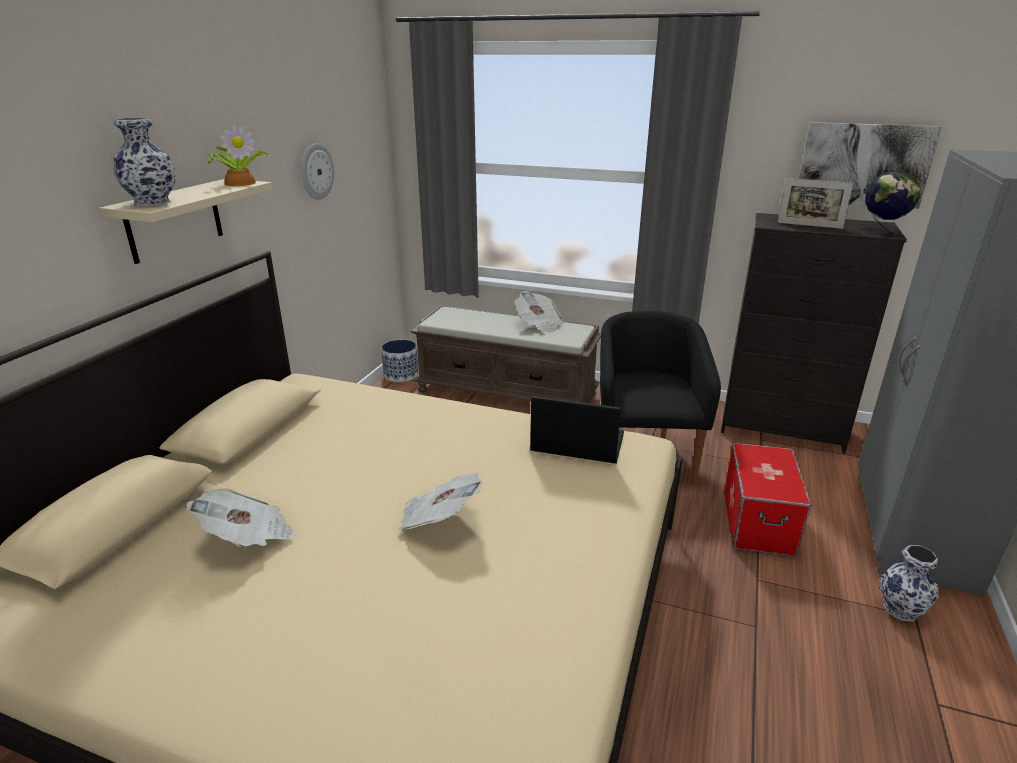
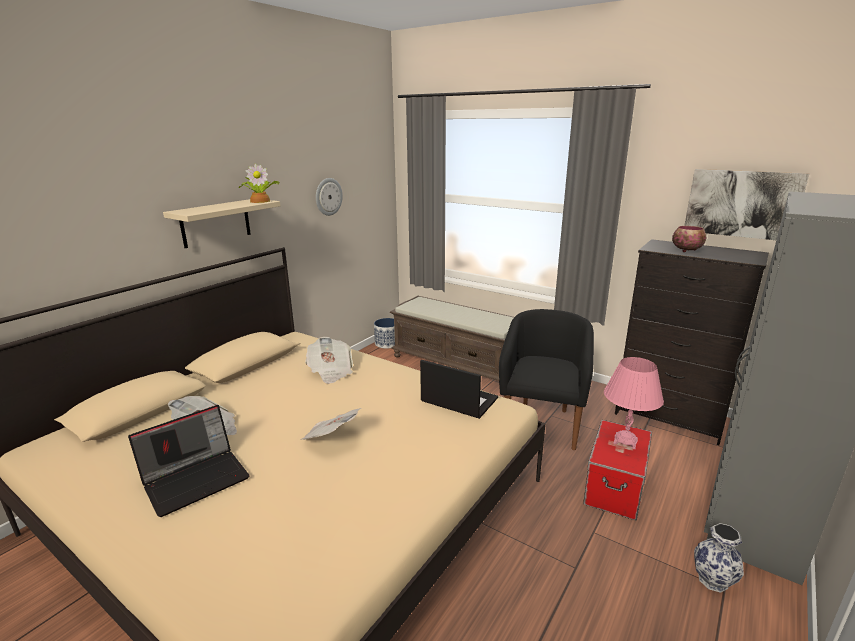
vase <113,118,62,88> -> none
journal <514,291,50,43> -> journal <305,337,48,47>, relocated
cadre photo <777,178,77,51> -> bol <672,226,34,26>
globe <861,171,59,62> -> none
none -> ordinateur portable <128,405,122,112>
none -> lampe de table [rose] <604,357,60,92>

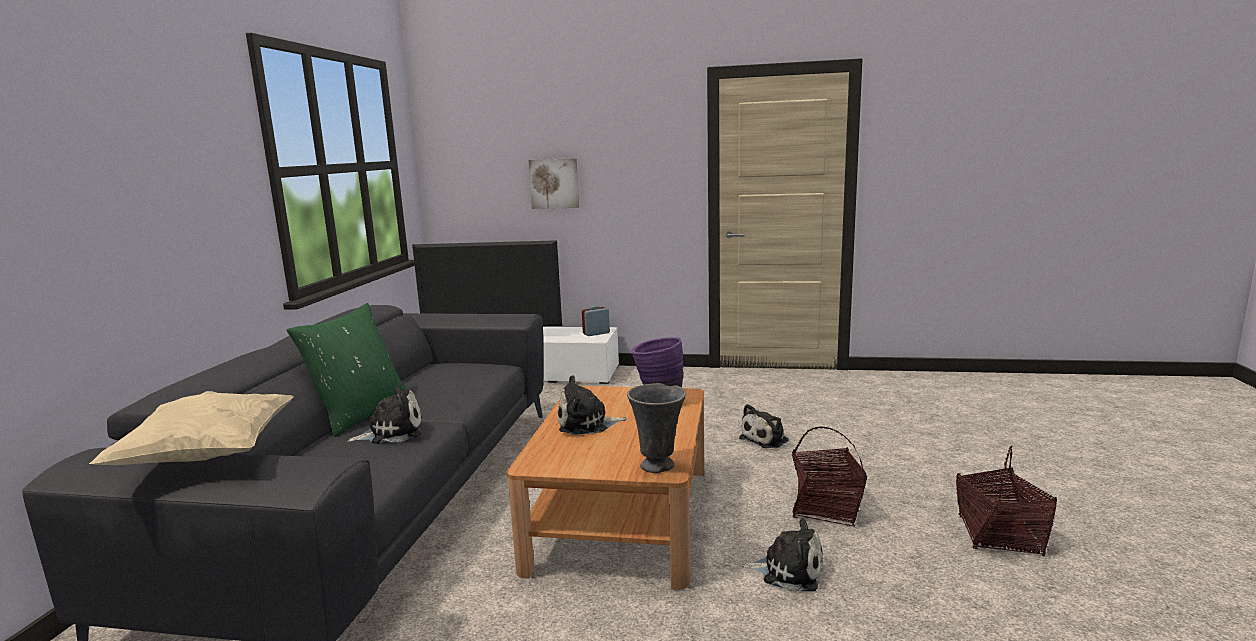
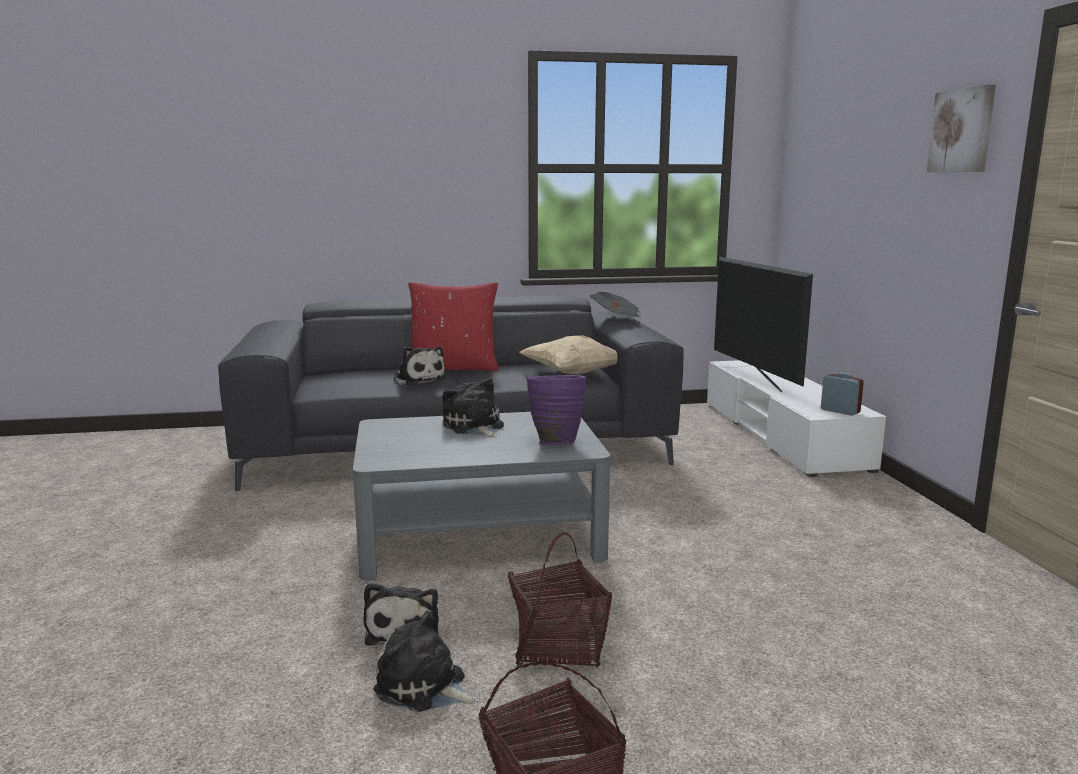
coussin [beige] <89,391,204,74> -> coussin [beige] <520,335,98,40>, relocated
coussin [vert] <287,303,119,134> -> coussin [rouge] <408,282,90,89>
table basse [marron] <507,386,198,204> -> table basse [gris] <353,412,258,169>
tableau <529,158,50,51> -> tableau <927,84,69,88>, relocated
vase [gris] <627,383,59,90> -> none
peluche <739,404,50,44> -> peluche <373,610,106,102>, relocated
none -> journal <590,292,51,25>

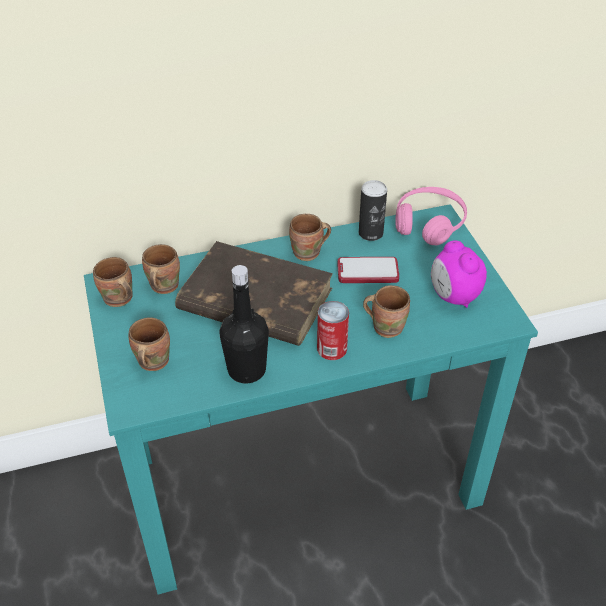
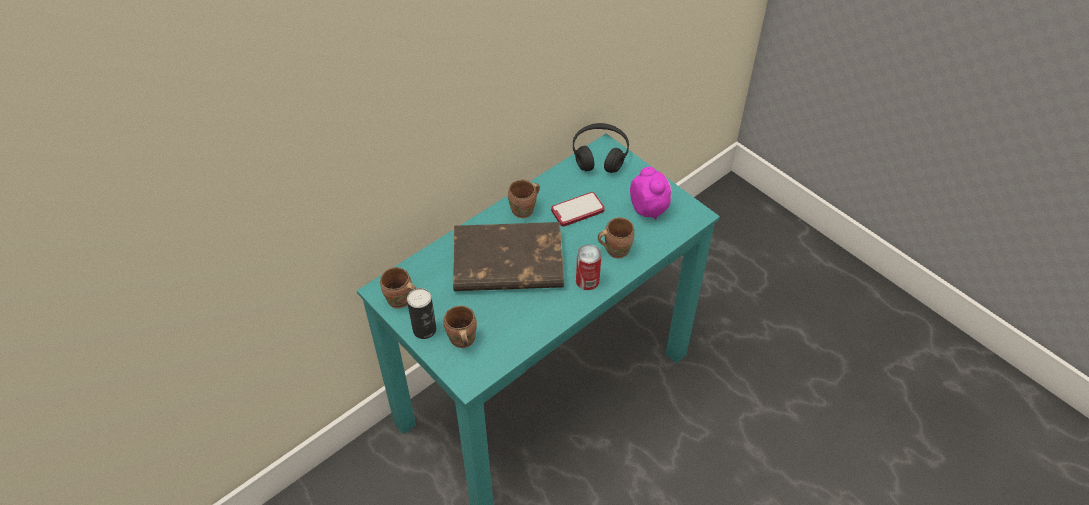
mug [marron] <142,244,38,50> -> none
bouteille [noir] <219,265,50,119> -> none
boîte métallique <359,180,28,61> -> boîte métallique <407,288,29,51>, relocated
casque audio [rose] <395,187,72,58> -> casque audio [noir] <573,123,56,50>
réveil <431,240,56,68> -> réveil <630,167,42,53>, 150 degrees counterclockwise

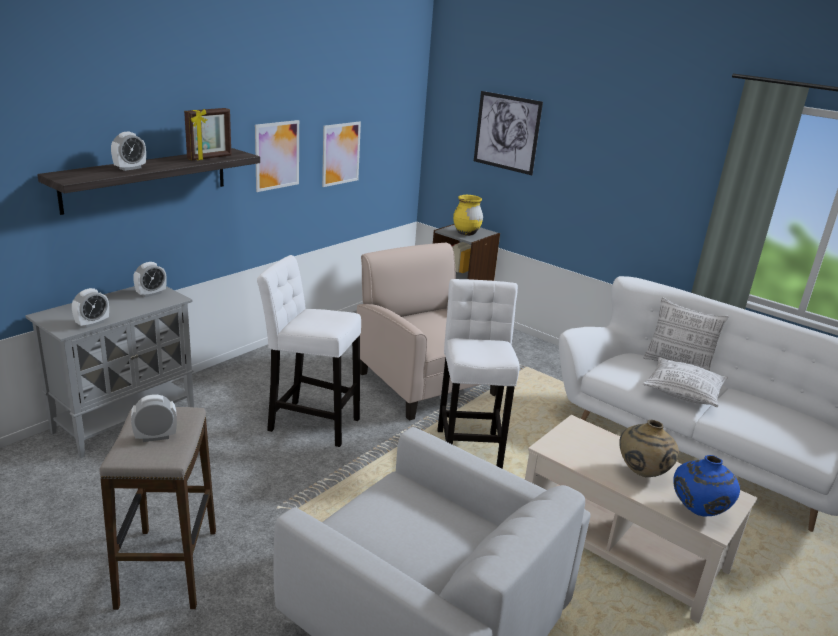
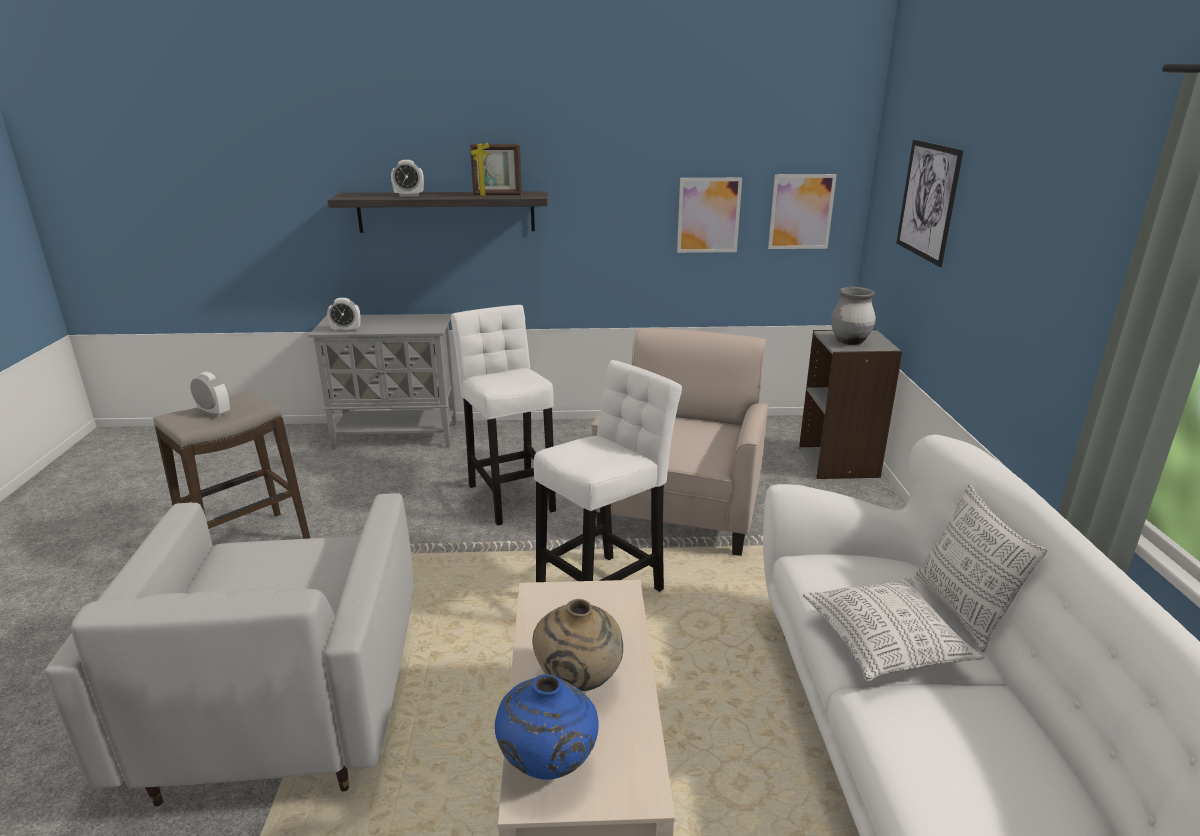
réveil <133,262,34,35> -> none
tableau <255,120,44,72> -> tableau <768,174,69,75>, relocated
vase [jaune] <453,195,30,41> -> vase [gris] <831,287,45,58>

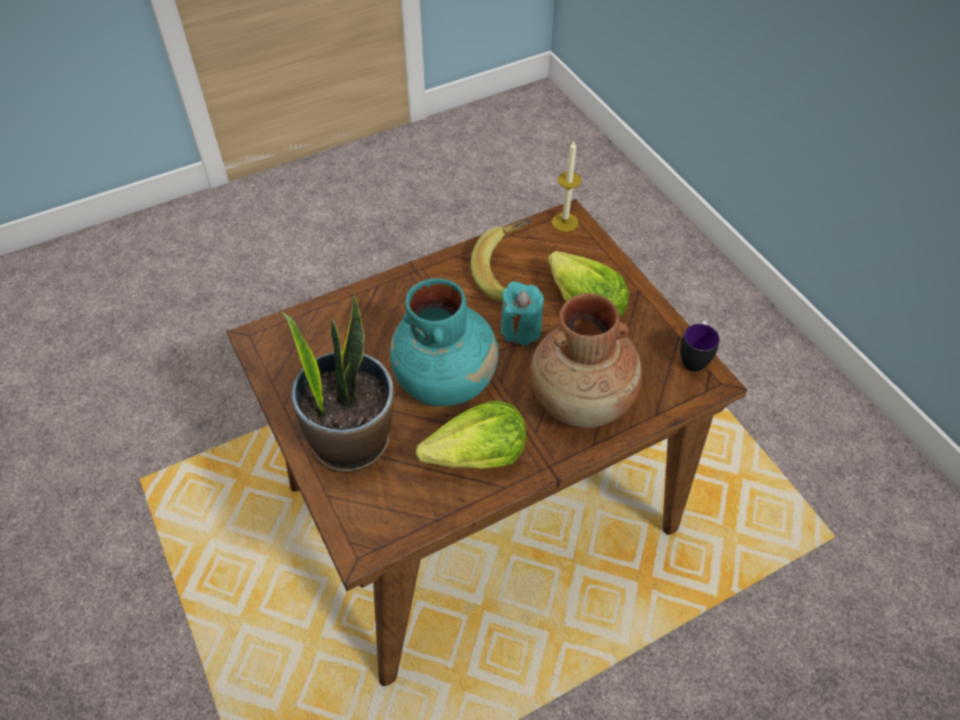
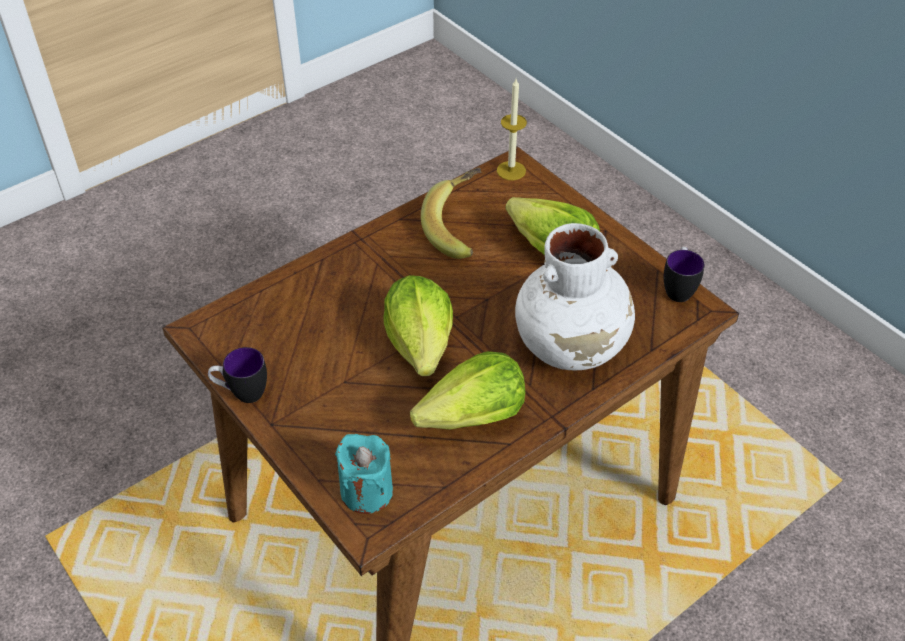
plante en pot <281,295,112,178> -> none
vase [turquoise] <390,278,108,128> -> laitue <383,275,70,101>
bougie [turquoise] <501,282,43,64> -> bougie [turquoise] <335,434,58,80>, relocated
vase [marron] <530,293,112,135> -> vase [blanc] <515,223,120,147>
none -> mug <208,347,59,56>

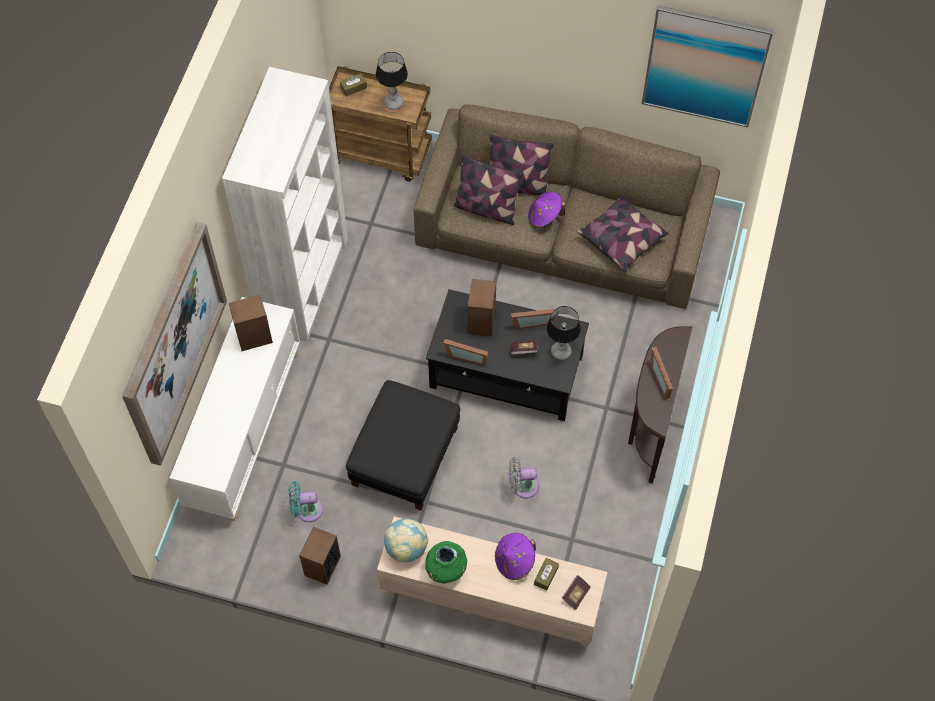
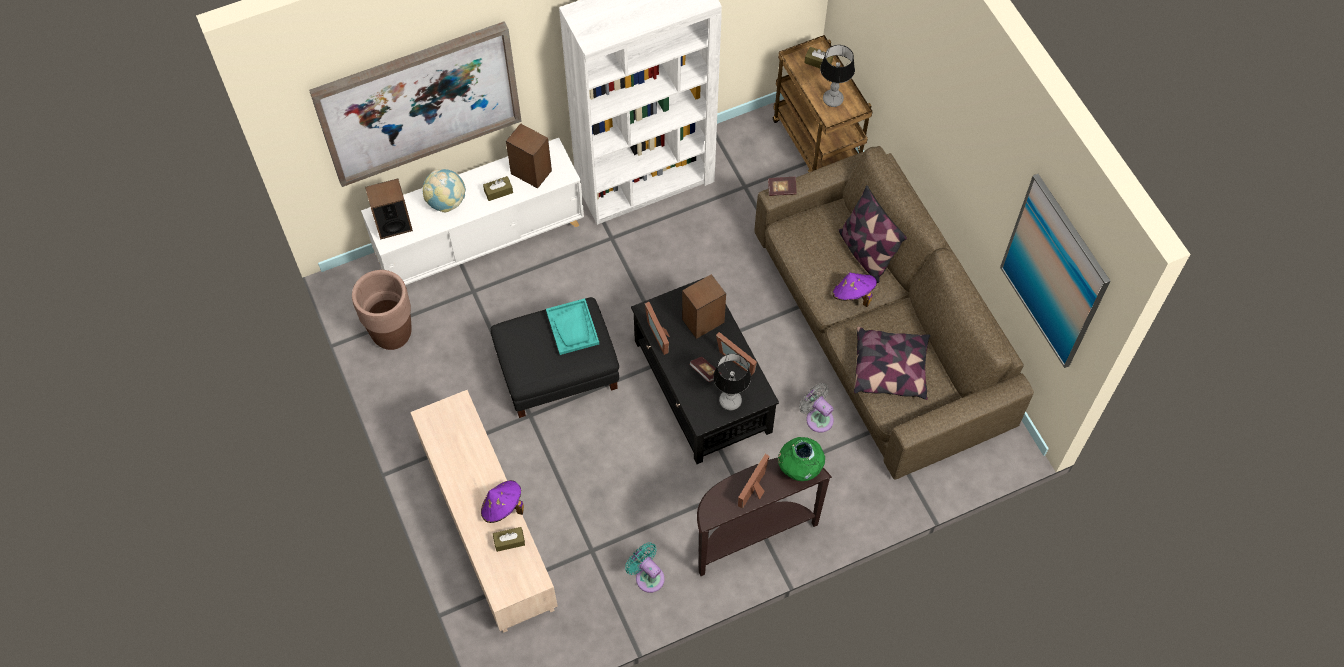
ventilateur [turquoise] <289,481,34,41> -> ventilateur [turquoise] <625,542,40,51>, relocated
enceinte <299,527,42,58> -> enceinte <365,178,48,62>, relocated
globe <384,519,44,43> -> globe <422,169,44,43>, relocated
vase [vert] <426,541,41,42> -> vase [vert] <778,437,47,44>, relocated
coussin <453,154,70,71> -> none
ventilateur [gris] <509,457,30,41> -> ventilateur [gris] <799,383,35,50>, relocated
livre <562,575,29,35> -> livre <768,176,29,20>, relocated
none -> cache-pot [marron] <352,270,60,80>
none -> boîte à mouchoirs [marron] <483,176,30,25>
none -> plateau [turquoise] <546,298,53,57>

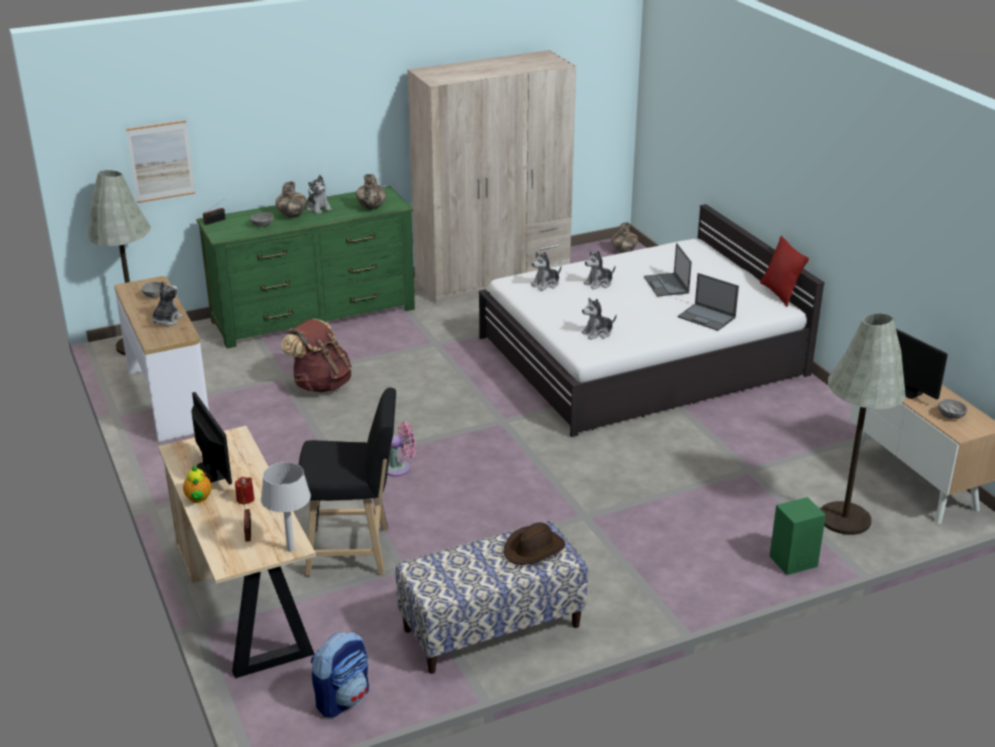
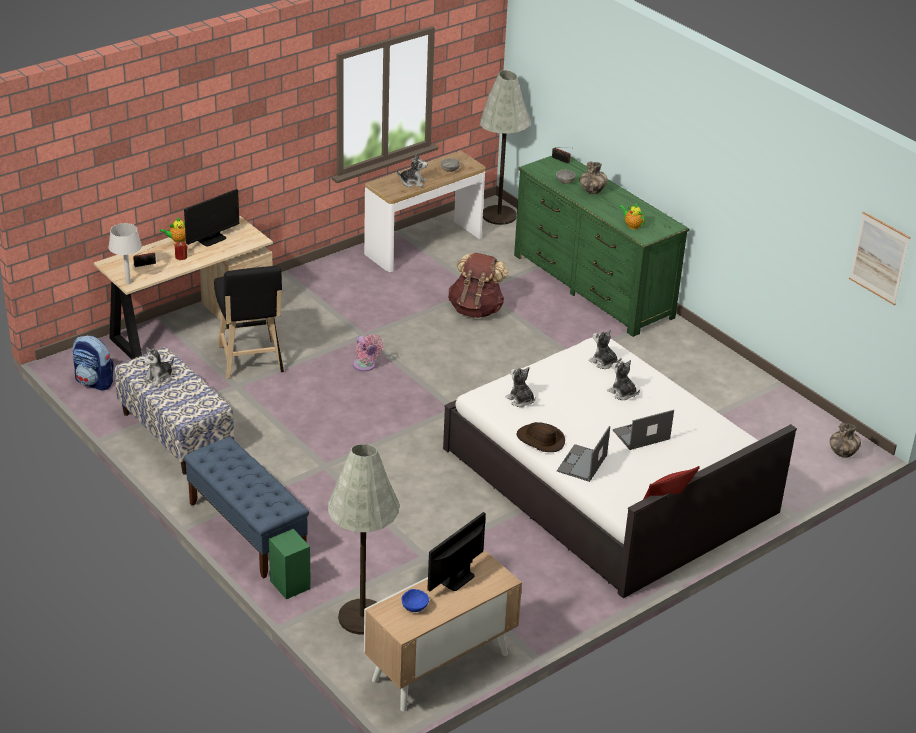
tableau <126,120,69,83> -> tableau <849,211,62,94>, relocated
peluche <307,175,25,39> -> peluche <143,347,31,39>, relocated
vase <356,174,30,36> -> théière <620,204,25,25>
armoire [beige] <407,50,169,253> -> none
chapeau [marron] <504,523,61,42> -> chapeau [marron] <516,422,49,30>, relocated
bol [gris] <938,399,29,20> -> bol [bleu] <401,589,28,23>
none -> banc [bleu] <184,437,125,142>

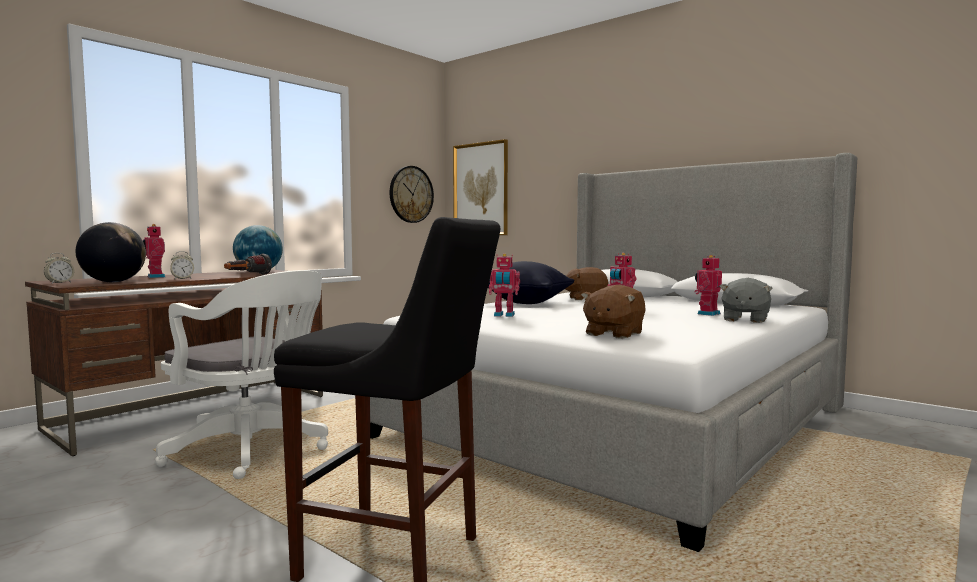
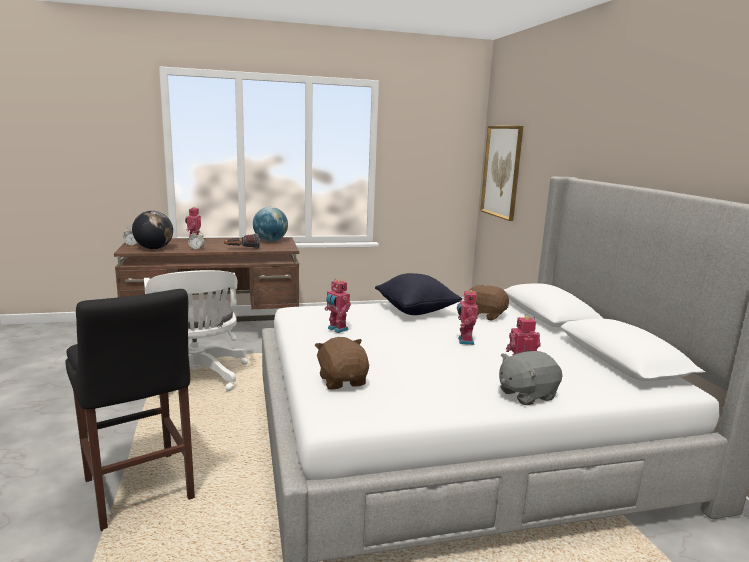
horloge murale <390,166,44,57> -> none
peluche [marron] <581,285,65,54> -> peluche [marron] <315,337,54,53>, 90 degrees clockwise

